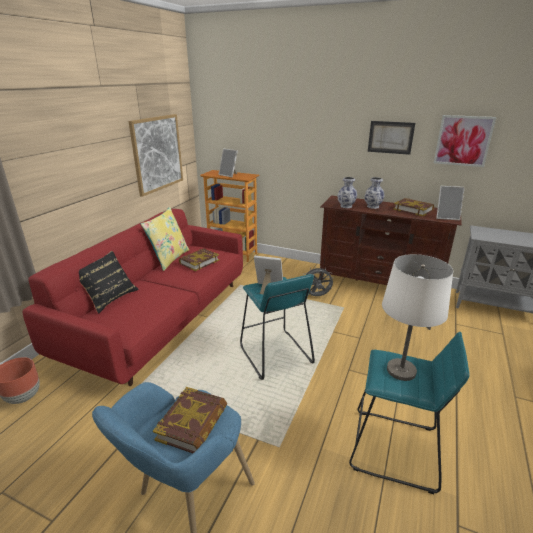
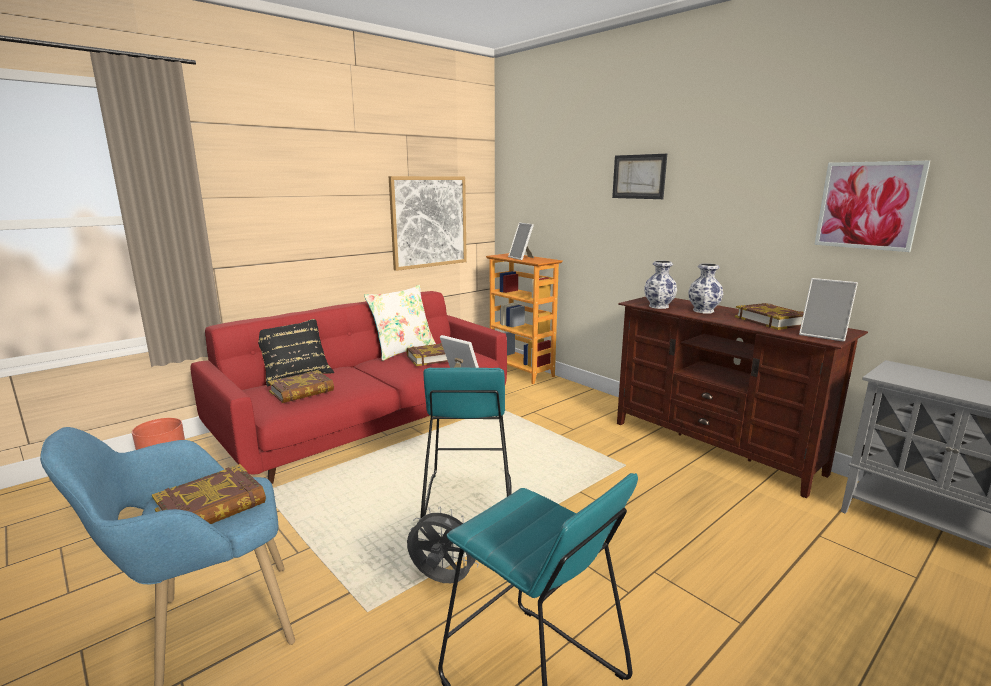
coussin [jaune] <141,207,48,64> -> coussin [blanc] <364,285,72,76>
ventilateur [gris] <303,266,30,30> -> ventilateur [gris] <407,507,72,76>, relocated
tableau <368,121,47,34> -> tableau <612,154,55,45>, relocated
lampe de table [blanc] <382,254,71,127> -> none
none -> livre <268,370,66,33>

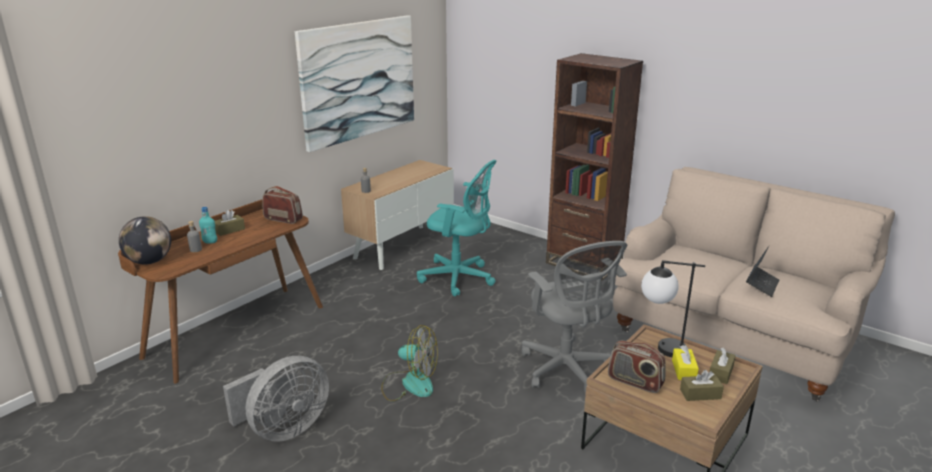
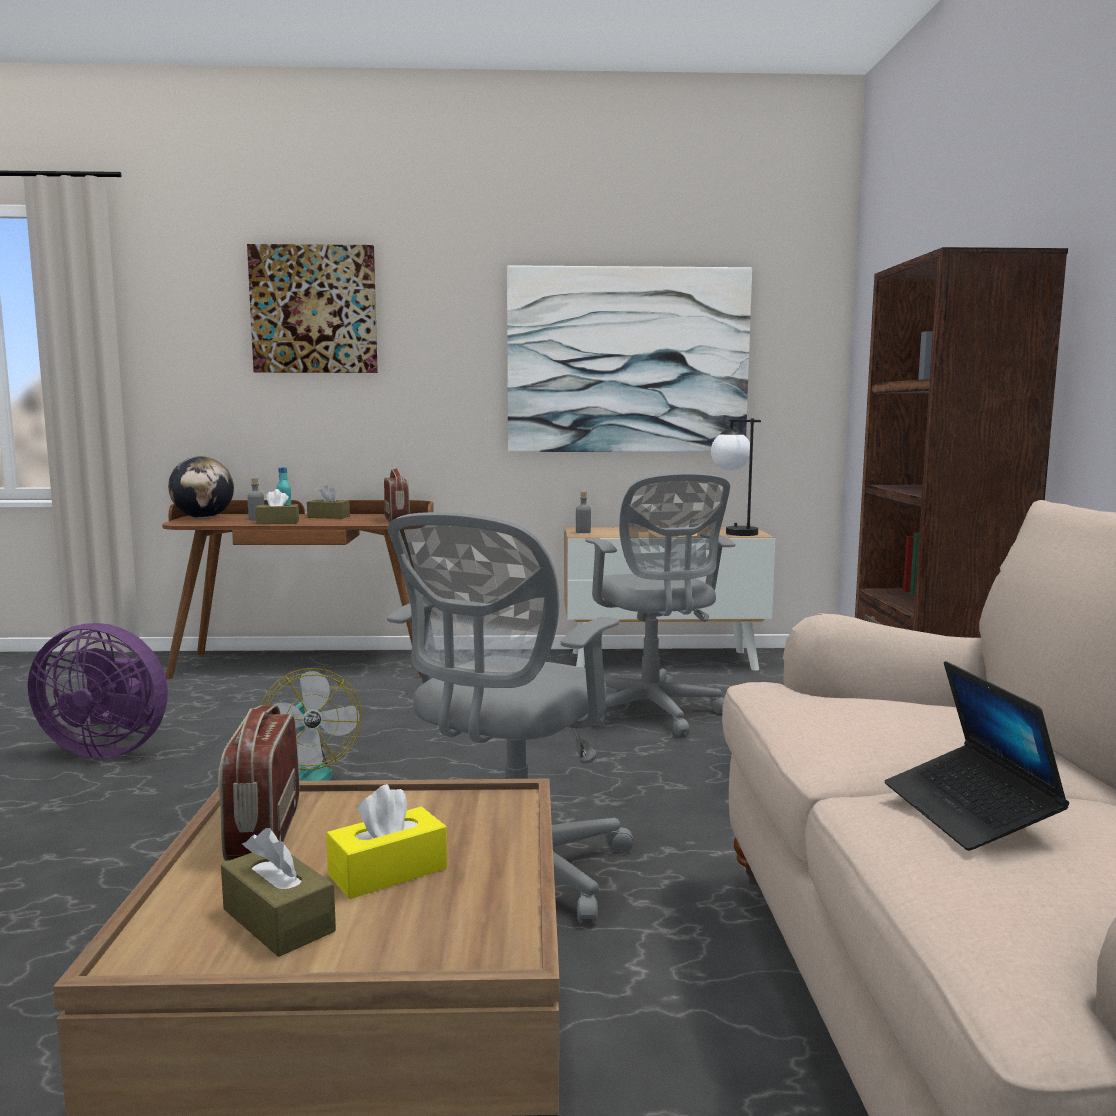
ventilateur [gris] <223,356,106,86> -> ventilateur [violet] <28,623,140,136>
chaise de bureau [turquoise] <417,160,79,137> -> chaise de bureau [gris] <585,473,150,263>
lampe de table <641,260,64,97> -> lampe de table <711,419,50,117>, relocated
boîte à mouchoirs [marron] <710,347,26,37> -> boîte à mouchoirs [marron] <256,489,43,35>, relocated
ordinateur portable <746,246,33,51> -> ordinateur portable <885,661,184,190>, 90 degrees clockwise
none -> tableau <247,244,131,129>

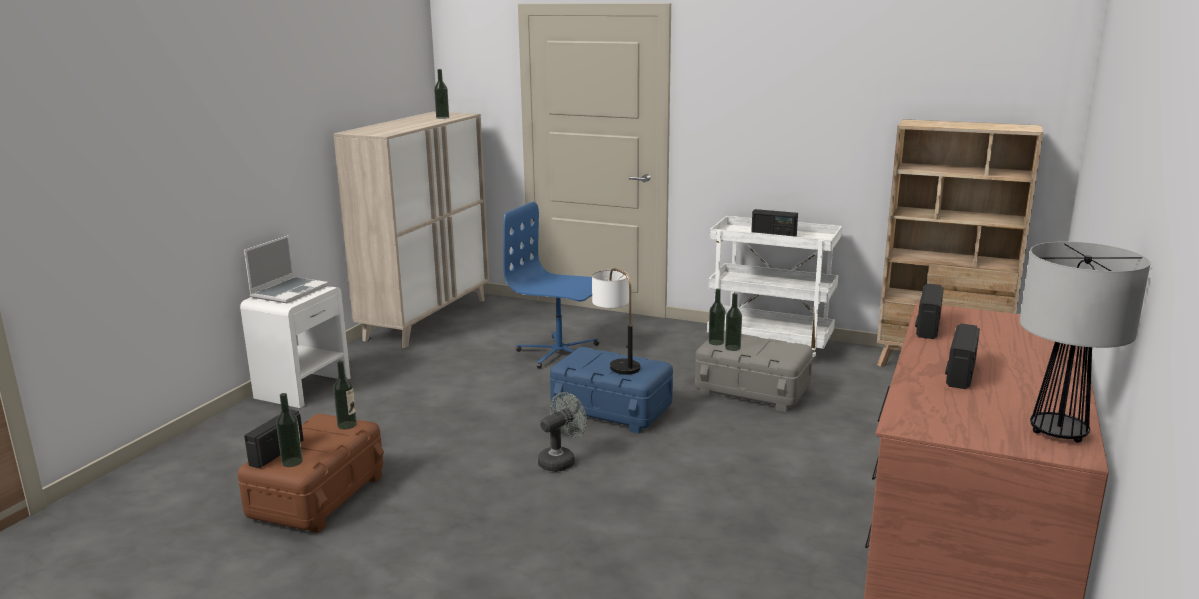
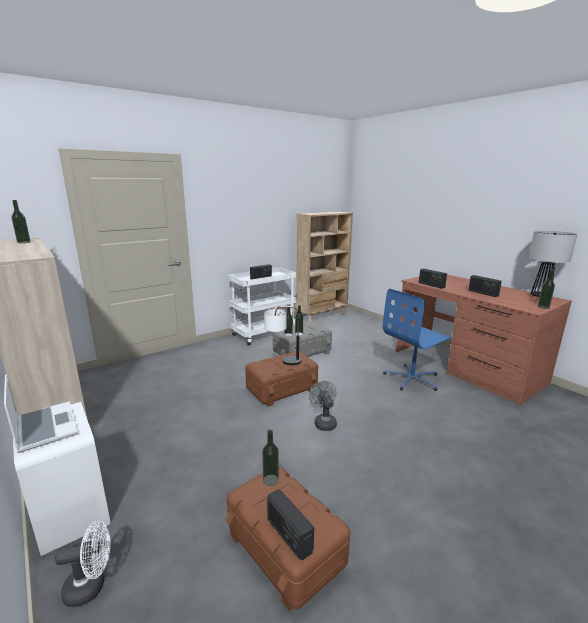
bouteille <276,393,27,74> -> bouteille <538,270,17,39>, relocated
chaise de bureau [bleu] <503,202,96,167> -> chaise de bureau [bleu] <383,289,68,102>, relocated
boîte de rangement [bleu] <550,347,123,86> -> boîte de rangement [marron] <245,351,73,56>
none -> ventilateur [blanc] <55,520,55,87>

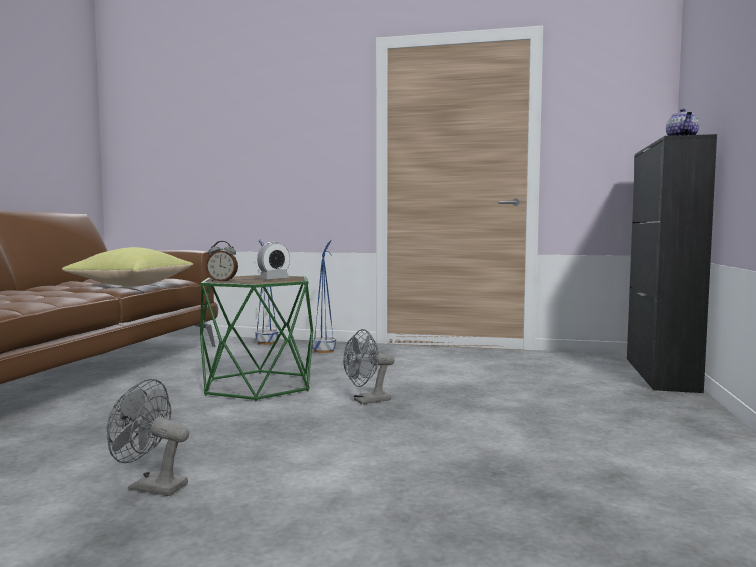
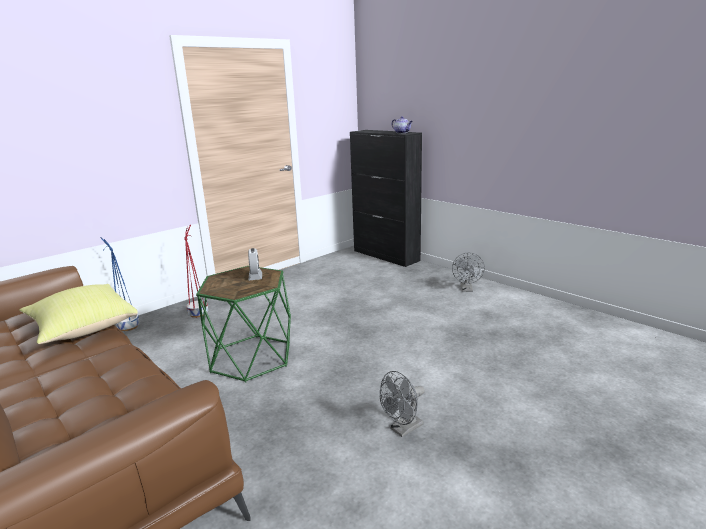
réveil <206,241,32,41> -> none
cache-pot [bleu] <312,240,24,113> -> cache-pot [rouge] <184,225,24,93>
ventilateur [gris] <343,329,52,75> -> ventilateur [gris] <452,252,33,40>, relocated

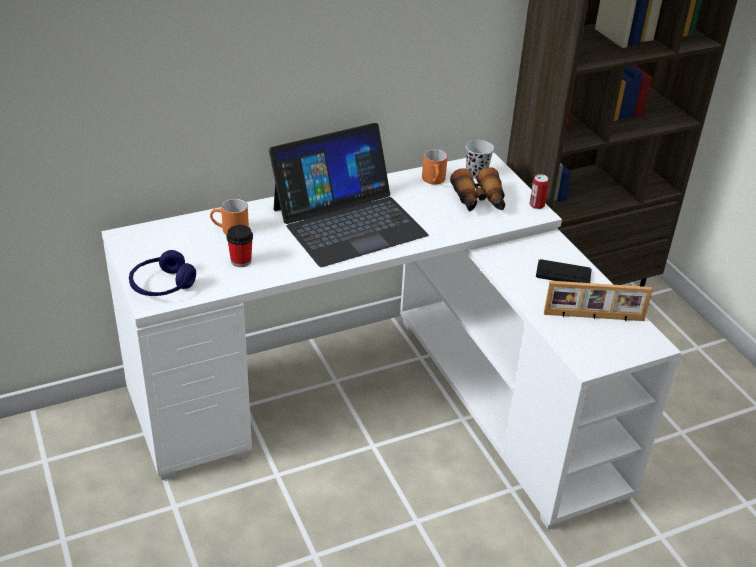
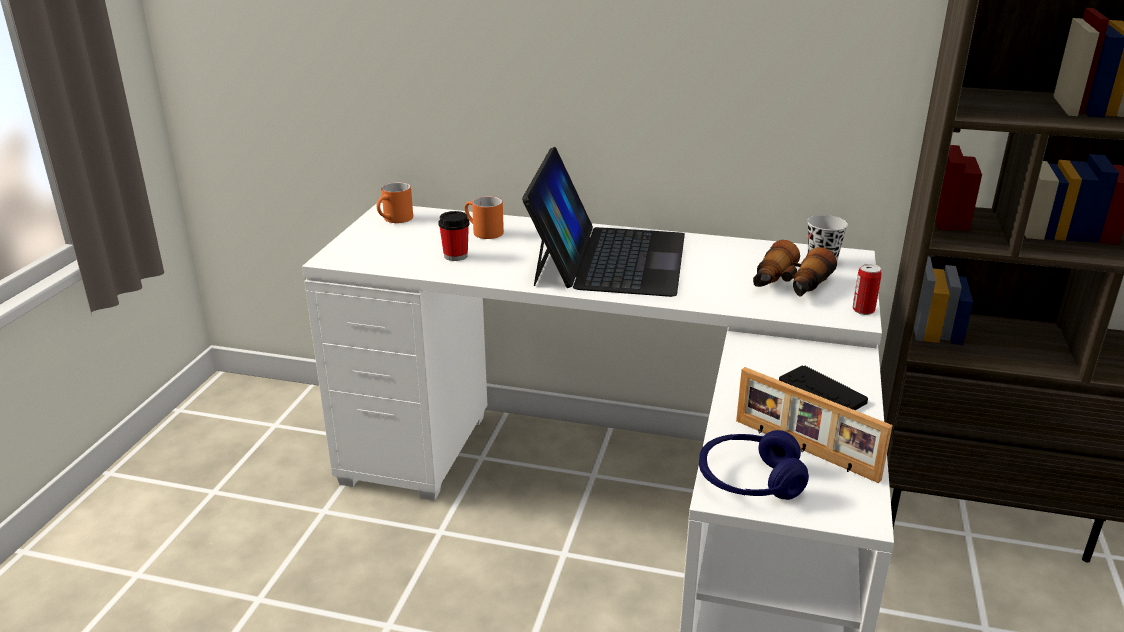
casque audio [bleu] <129,250,67,46> -> casque audio [bleu] <699,430,110,70>, relocated
ordinateur portable <269,123,159,144> -> ordinateur portable <522,147,163,150>, 90 degrees counterclockwise
mug [orange] <422,149,26,35> -> mug [orange] <377,182,36,41>, relocated

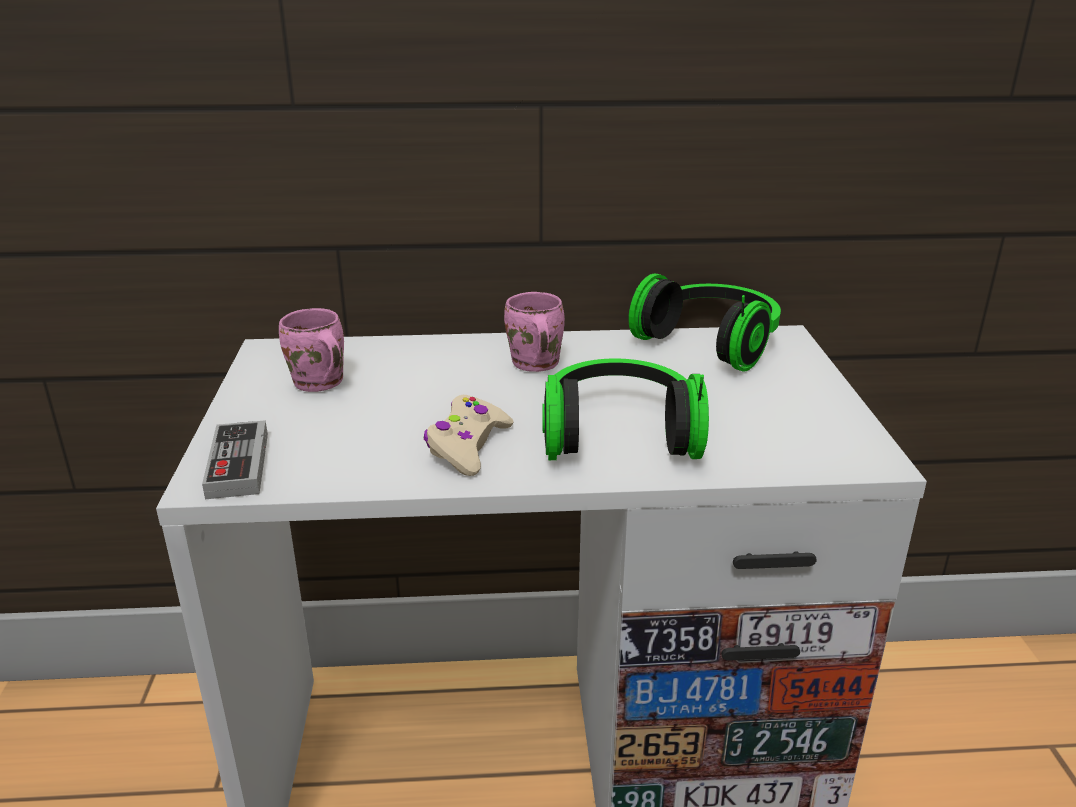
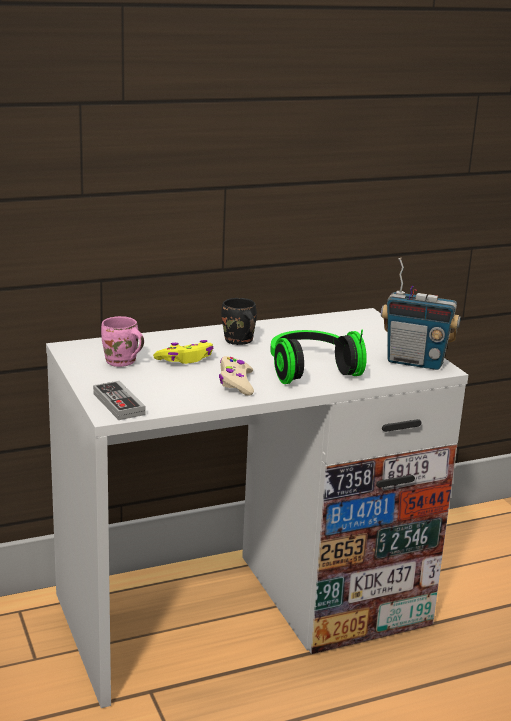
mug [rose] <504,292,61,80> -> mug [noir] <221,298,36,47>
casque audio <628,274,153,98> -> none
none -> manette [jaune] <153,340,61,24>
none -> radio <381,258,80,112>

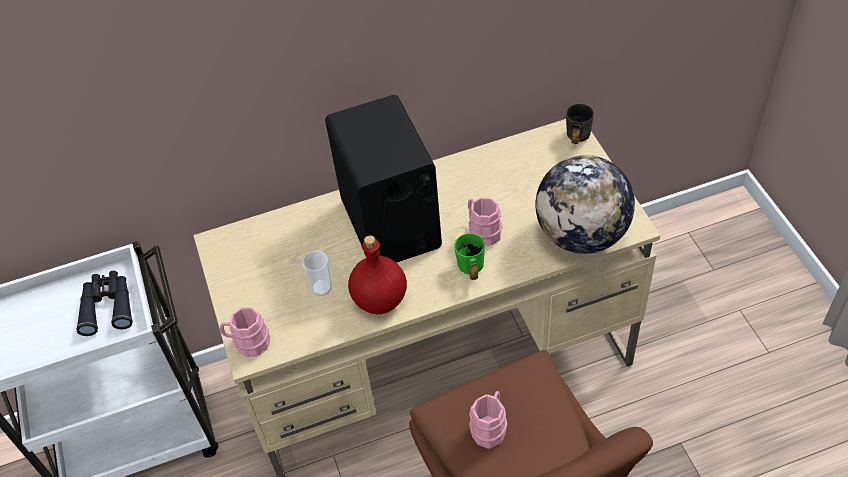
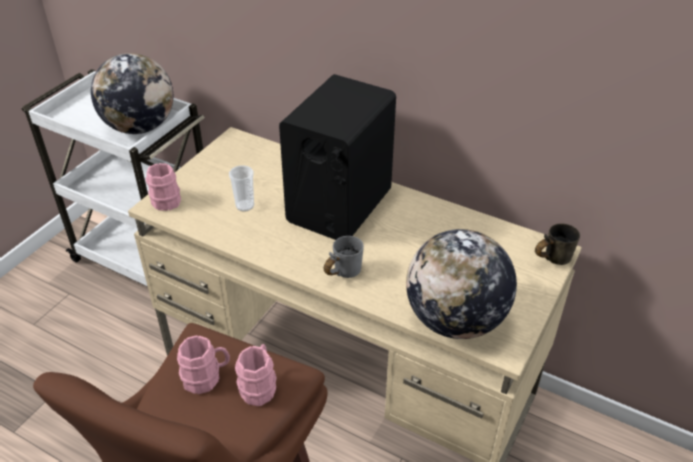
jumelles [noir] <76,271,57,65> -> globe <91,53,82,81>
bouteille [rouge] <348,235,59,79> -> none
mug [vert] <454,233,31,47> -> mug [gris] <324,236,40,42>
mug [rose] <468,197,34,49> -> mug [rose] <235,344,41,62>, relocated

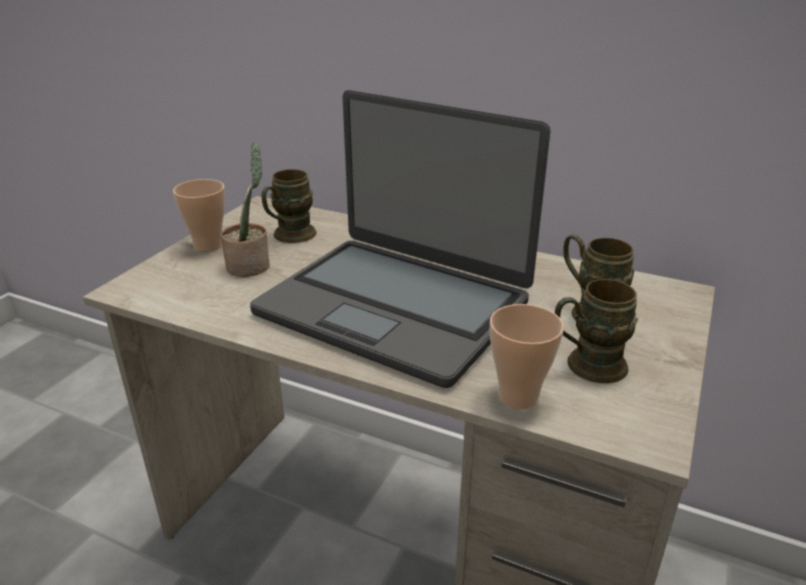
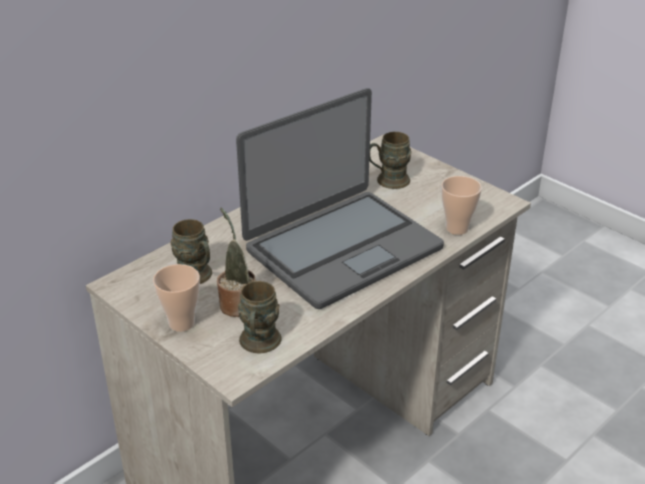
mug [marron] <555,279,83,104> -> mug [marron] <238,281,44,72>, relocated

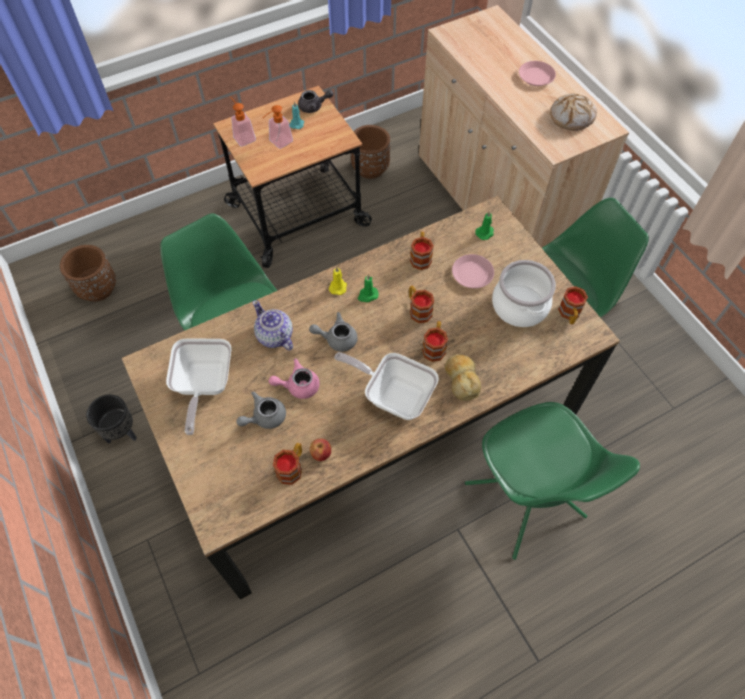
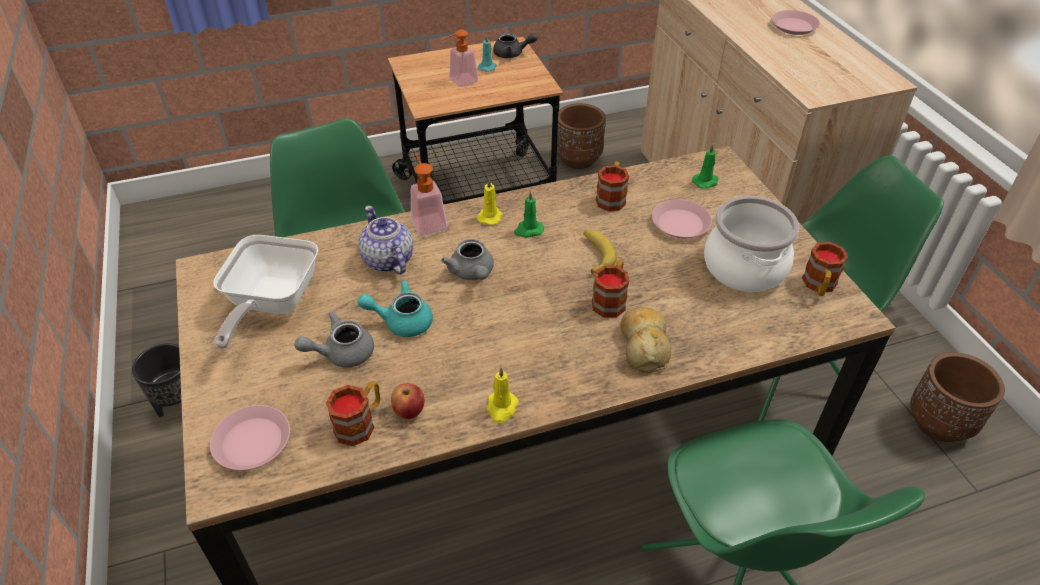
cache-pot [marron] <60,245,56,56> -> cache-pot [marron] <910,352,95,90>, relocated
distributeur de savon <230,97,26,49> -> distributeur de savon <411,153,36,83>, relocated
théière [rose] <269,358,51,41> -> théière [turquoise] <357,280,76,57>
théière [gris] <309,312,49,40> -> théière [gris] <441,239,53,41>, 120 degrees counterclockwise
poêle <334,352,105,68> -> none
mug <409,286,25,37> -> banane <583,230,34,44>
pain <550,93,47,38> -> none
none -> assiette [rose] <210,405,80,65>
none -> bougie [jaune] <487,367,32,56>

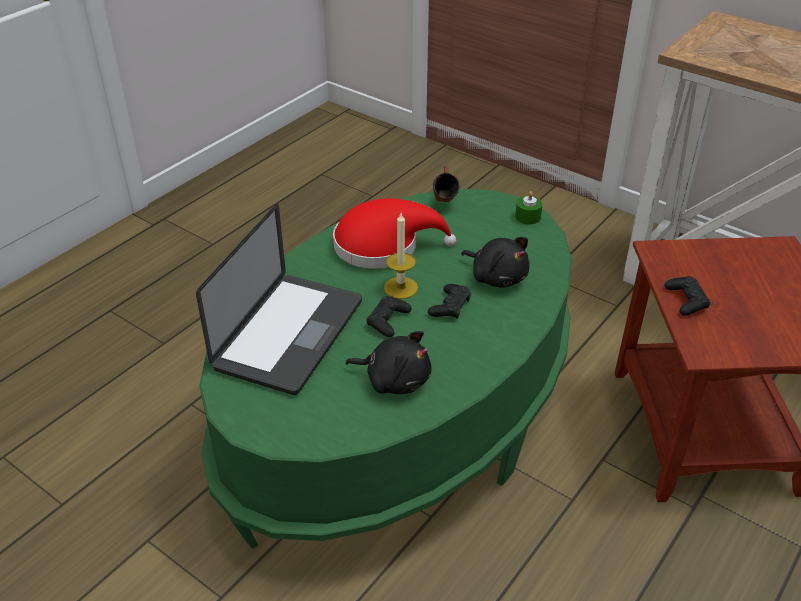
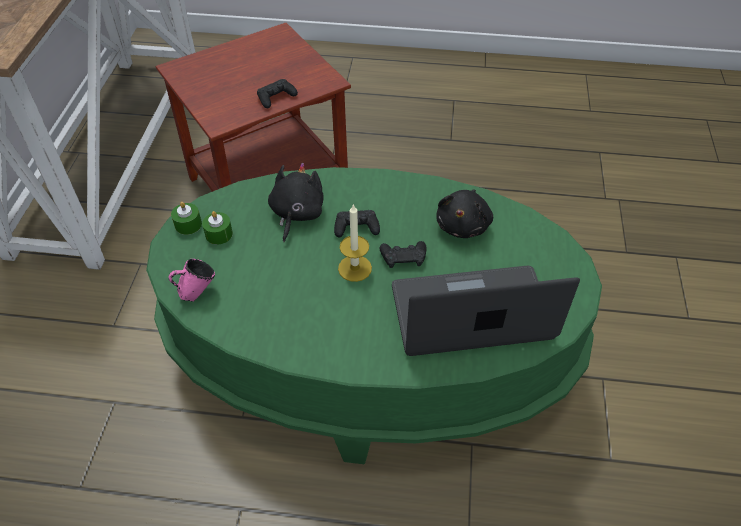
chapeau [rouge] <333,199,123,70> -> none
peluche [noir] <345,331,86,63> -> peluche [noir] <436,189,57,49>, 150 degrees counterclockwise
mug [marron] <433,166,27,36> -> mug [rose] <169,259,46,43>
none -> bougie [vert] <202,211,31,34>

